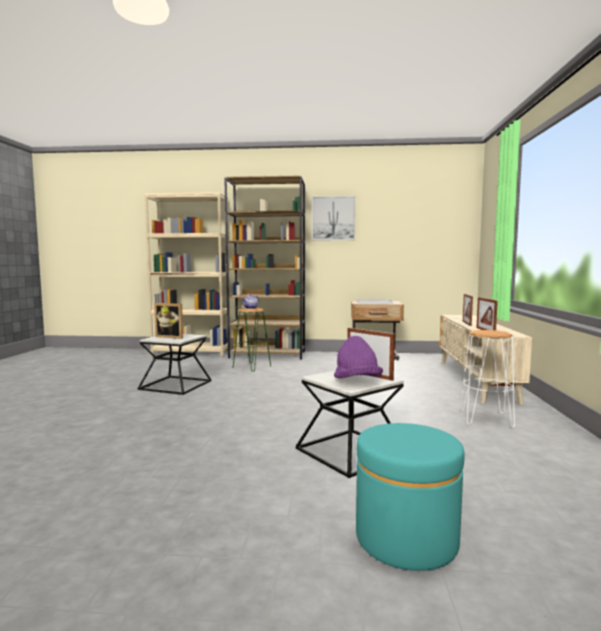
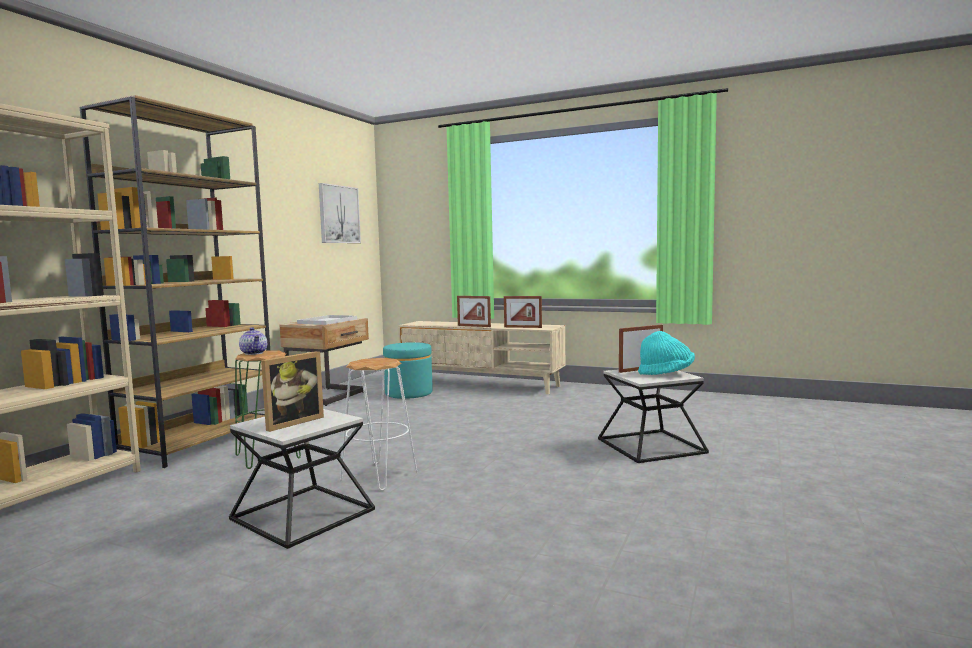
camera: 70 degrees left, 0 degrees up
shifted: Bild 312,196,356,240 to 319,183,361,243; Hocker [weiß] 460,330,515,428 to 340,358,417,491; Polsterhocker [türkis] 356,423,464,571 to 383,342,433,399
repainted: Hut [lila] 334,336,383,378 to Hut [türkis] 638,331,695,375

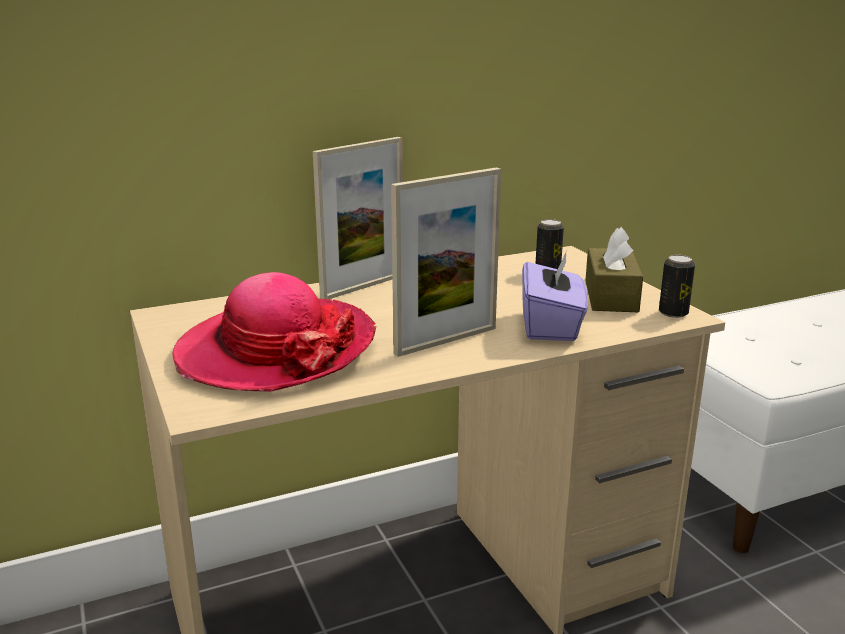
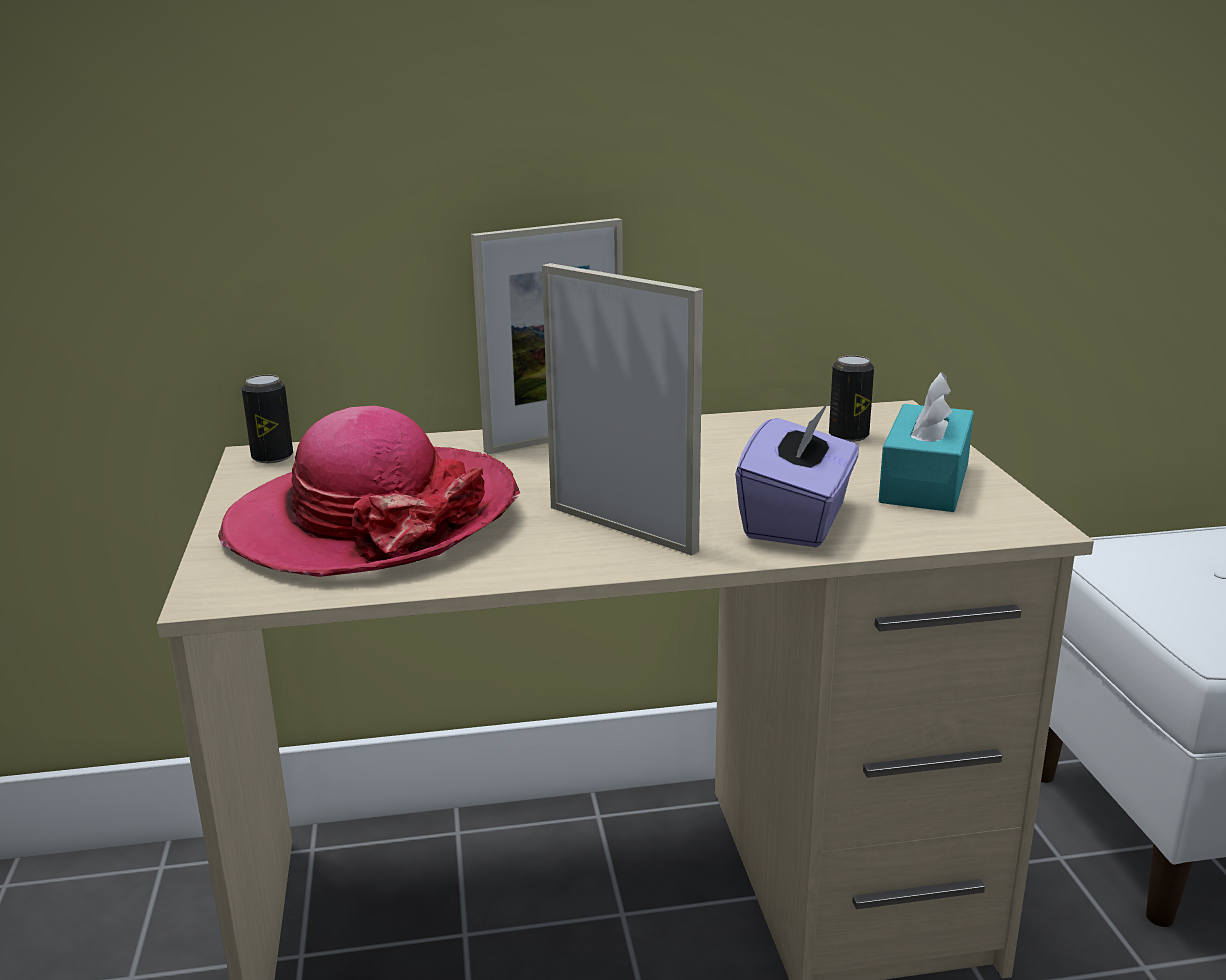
camera: 15 degrees right, 0 degrees up
shifted: Dose 659,255,695,318 to 242,375,293,463
repainted: Taschentuchbox [braun] 585,227,643,312 to Taschentuchbox [türkis] 879,372,974,512
rotated: Bilderrahmen 391,167,501,357 = 542,263,703,556 120 degrees counterclockwise

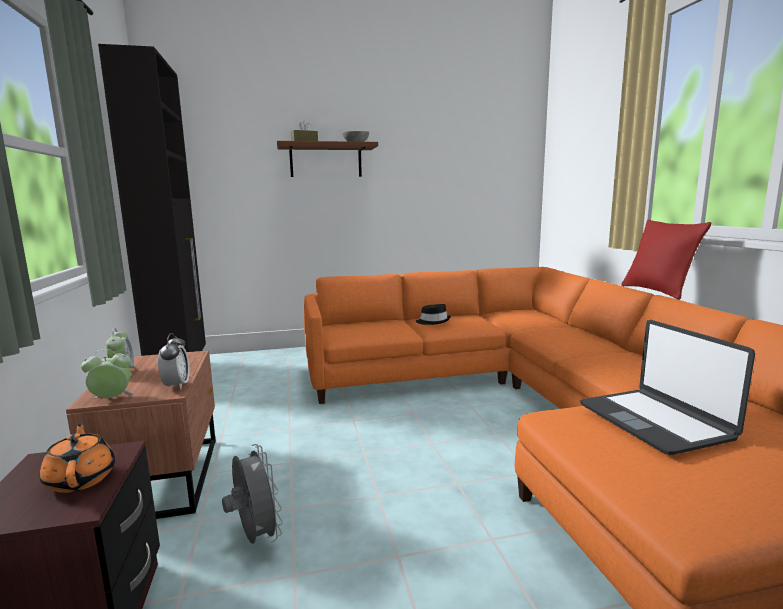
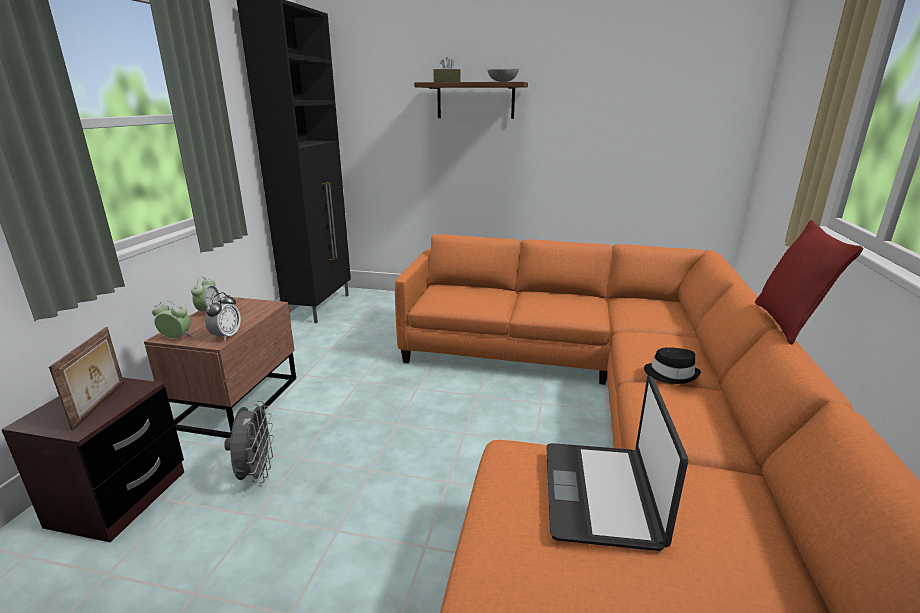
camera: 25 degrees right, 10 degrees up
shifted: Hut [schwarz] 416,304,451,325 to 644,347,701,384
swapped: Teekanne [orange] 40,423,115,493 to Bilderrahmen 49,327,124,430

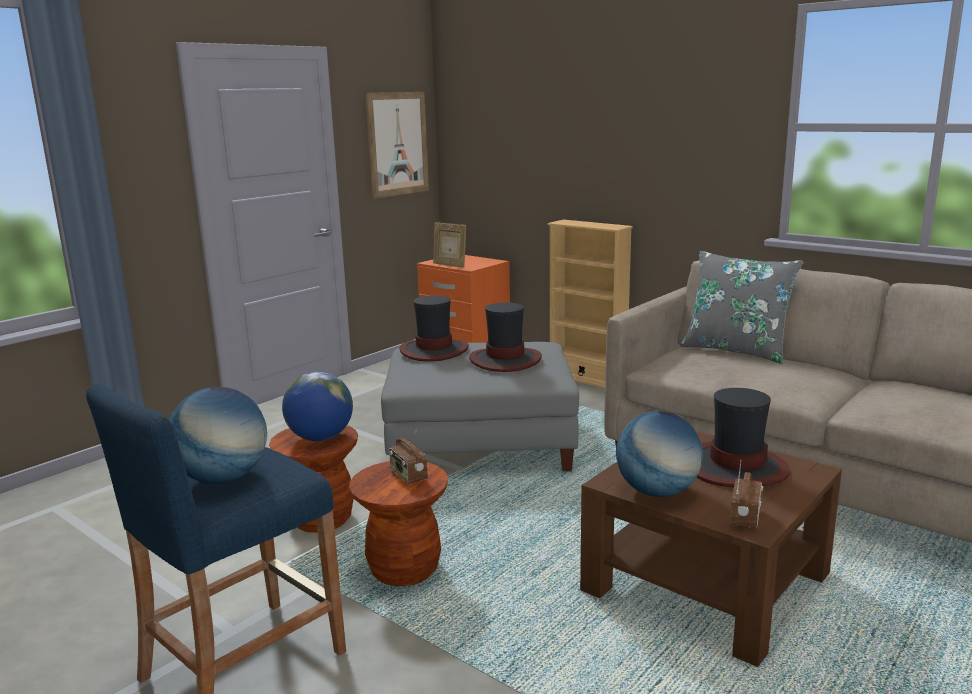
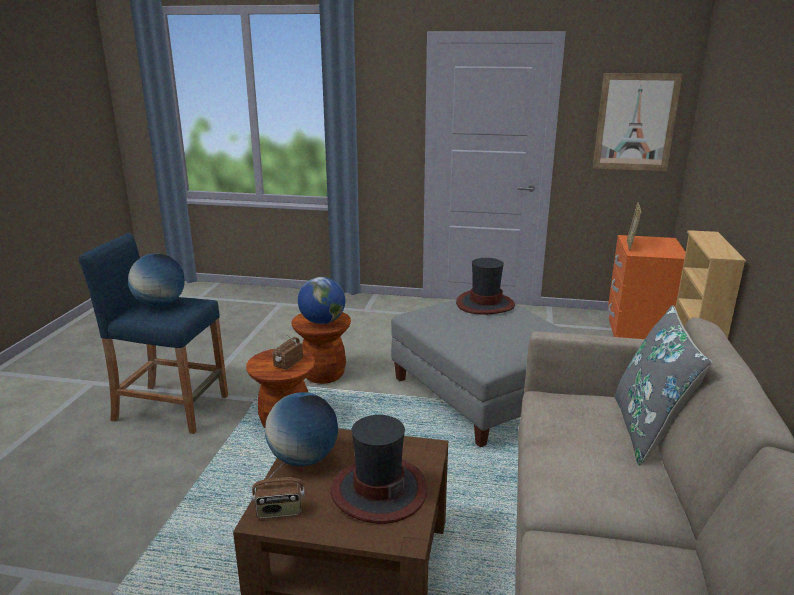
camera: 60 degrees right, 5 degrees up
gone: Hut 469,302,542,372

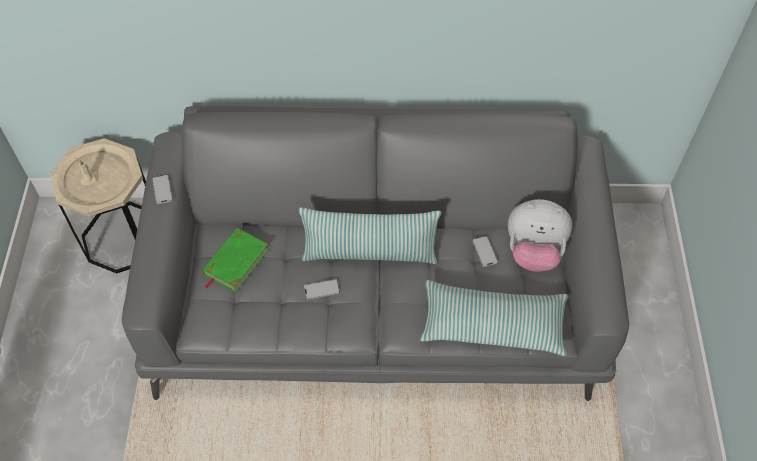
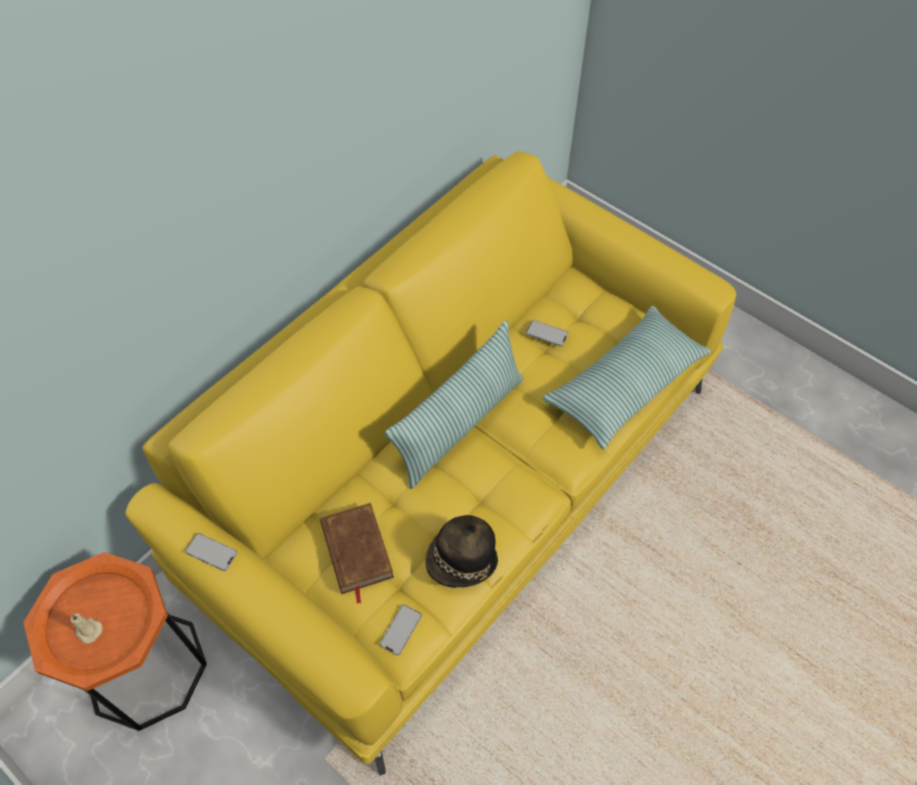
camera: 50 degrees left, 0 degrees up
gone: Plüschtier 508,199,572,272
new: Hut 426,515,498,588
shifted: Handy 304,279,340,300 to 380,604,422,655
repainted: Sofa [grau] 122,106,629,401 to Sofa [gelb] 125,151,736,775; Beistelltisch [beige] 50,138,146,273 to Beistelltisch [orange] 23,552,207,731; Buch [grün] 202,228,269,293 to Buch [braun] 320,503,394,604

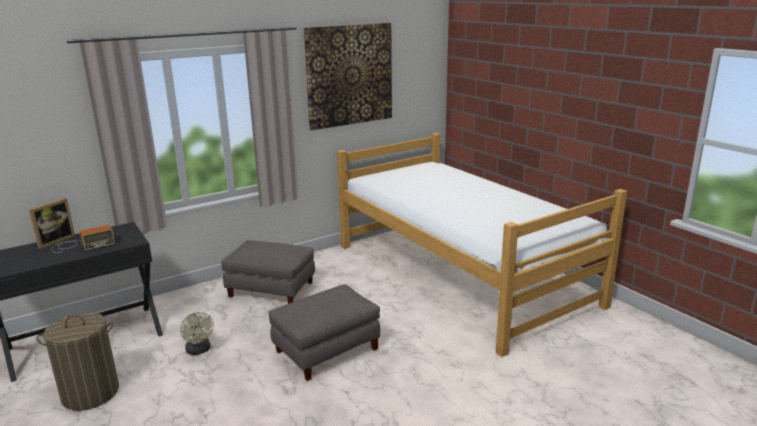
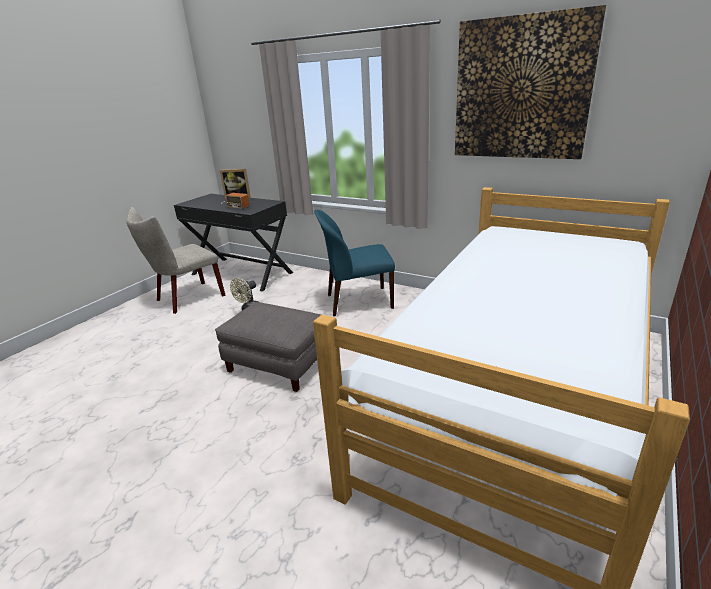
camera: 65 degrees right, 5 degrees up
swapped: Polsterhocker [grau] 221,240,315,304 to Stuhl [blau] 314,210,395,316; Wäschekorb 37,312,119,411 to Stuhl [beige] 126,207,226,314

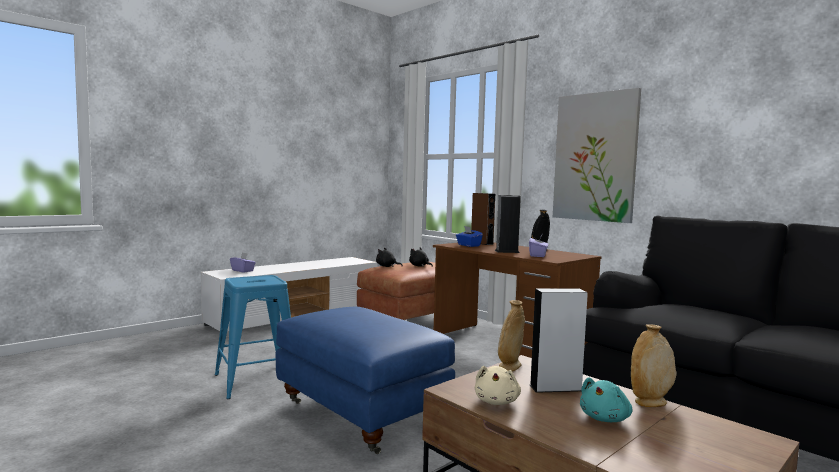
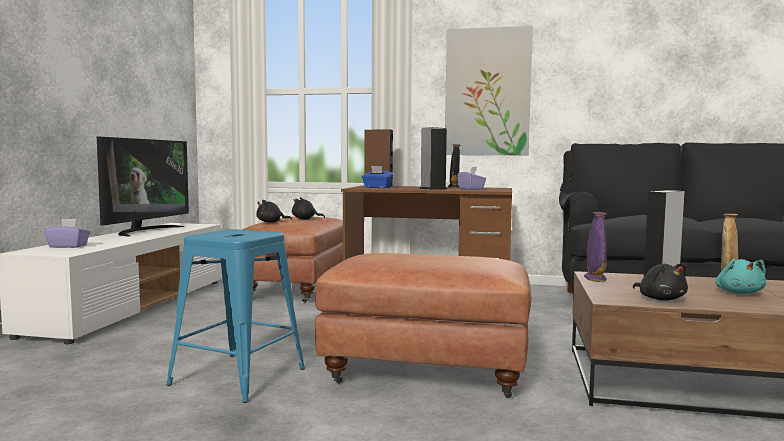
camera: 35 degrees left, 0 degrees up
new: Fernseher 97,137,189,237
repainted: Vase [beige] 498,300,525,371 to Vase [lila] 584,212,607,282; Polsterhocker [blau] 276,307,455,454 to Polsterhocker [braun] 315,253,532,398; Plüschtier [beige] 475,366,521,405 to Plüschtier [schwarz] 633,263,688,301

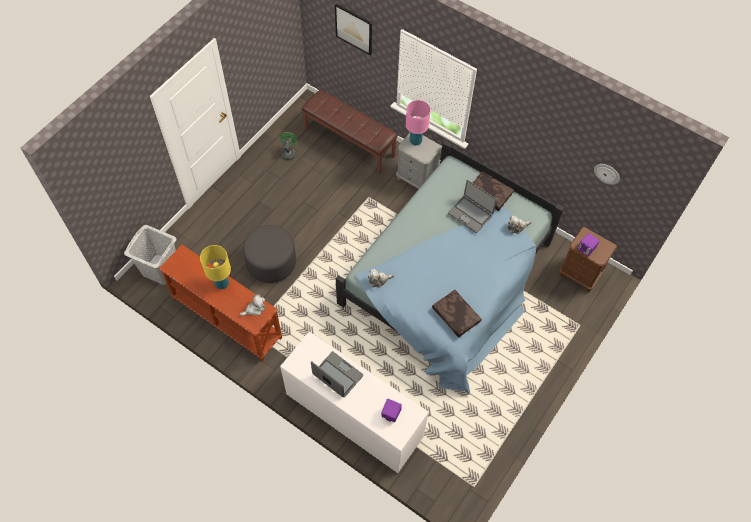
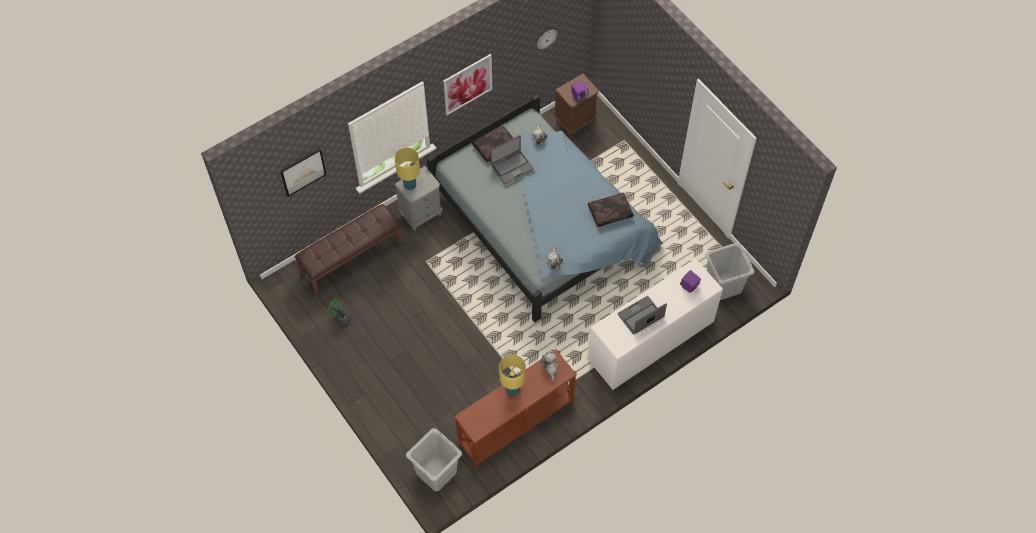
camera: 70 degrees left, 0 degrees up
gone: Polsterhocker [grau] 243,225,296,283
new: Bild 443,54,492,115; Wäschekorb [grau] 705,242,754,300
repainted: Tischlampe [rosa] 406,100,431,145 to Tischlampe [gelb] 394,147,420,190

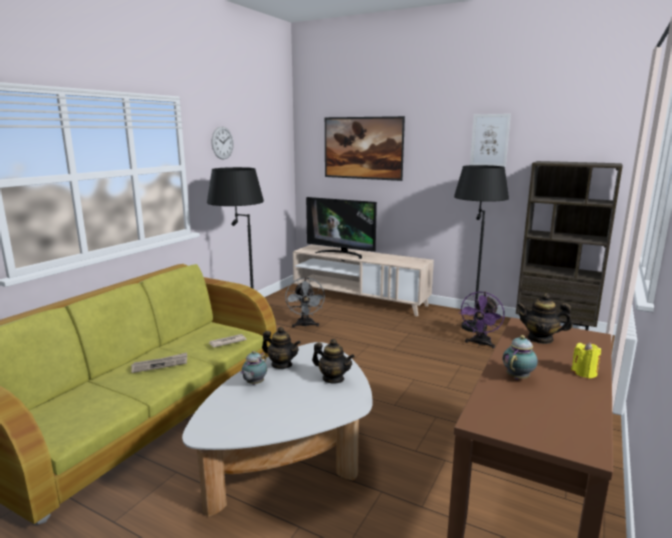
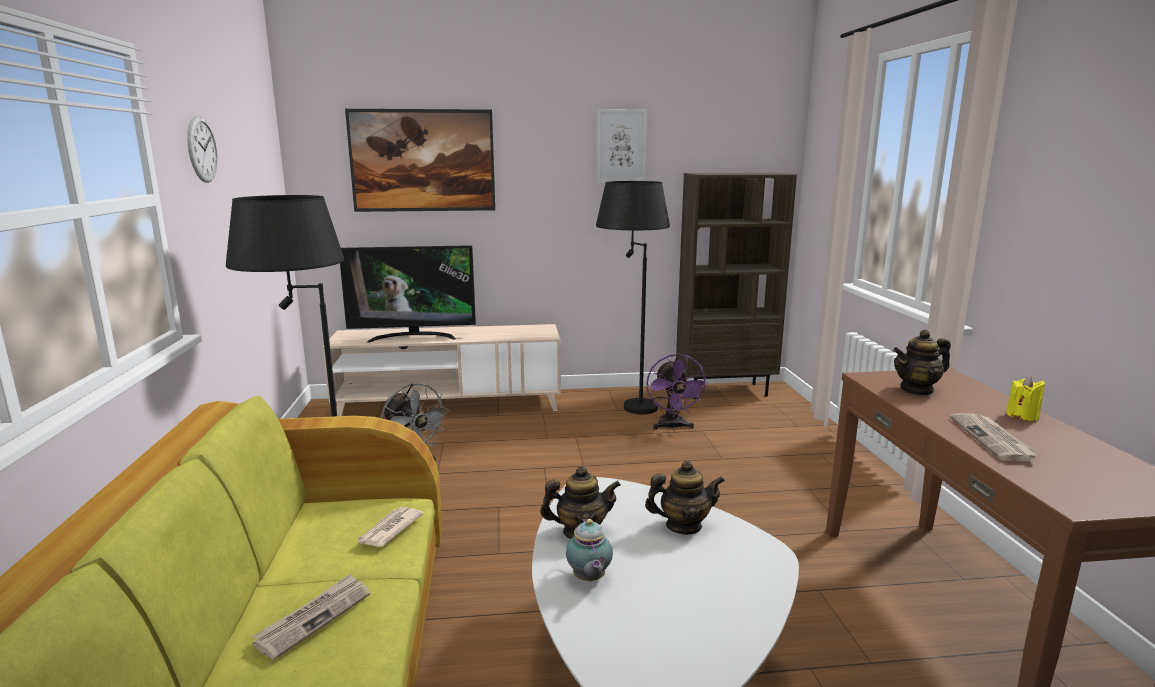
camera: 35 degrees left, 0 degrees up
swapped: Teekanne 503,335,538,379 to Zeitung 950,413,1041,461

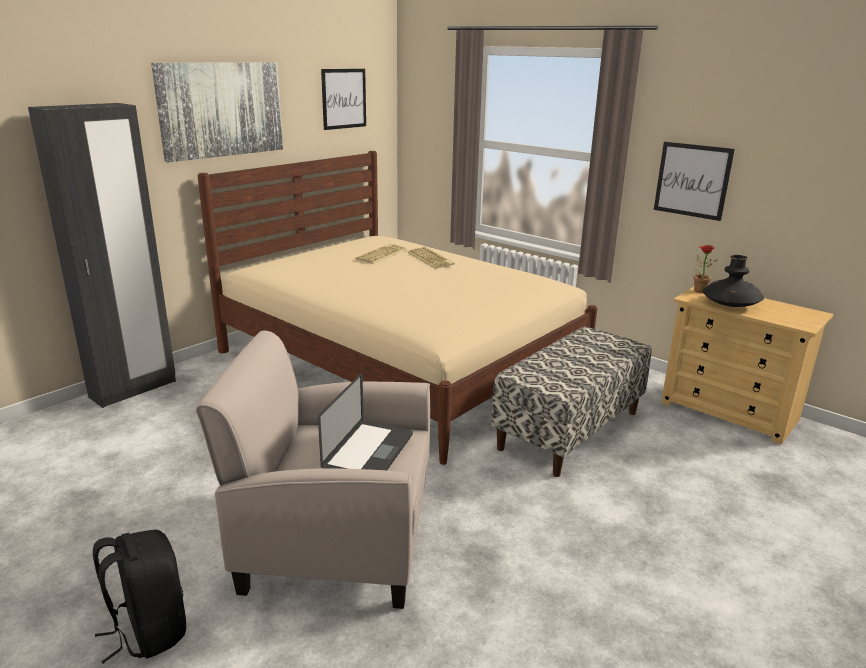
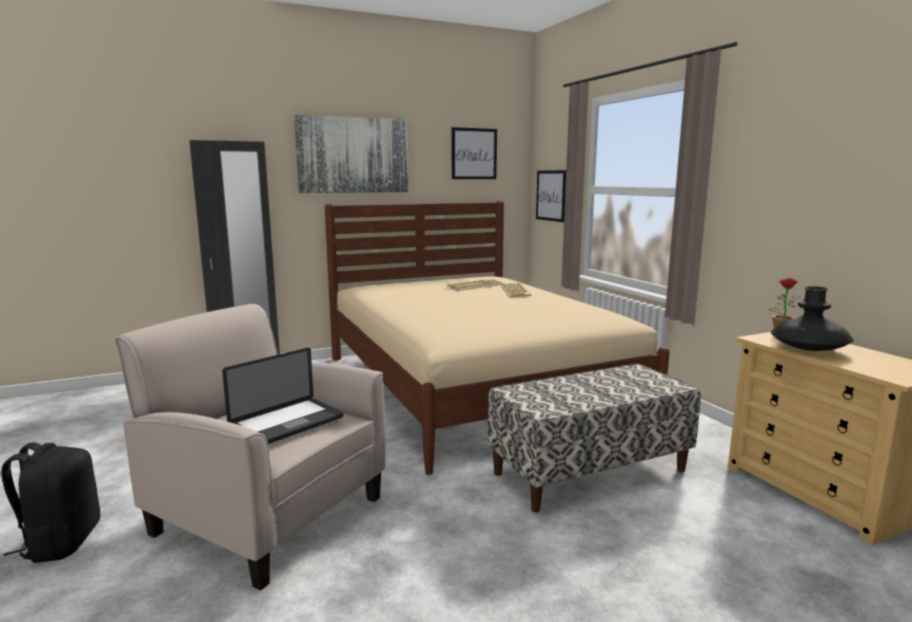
camera: 25 degrees right, 10 degrees down
shifted: Bild 654,142,735,221 to 536,170,566,222

